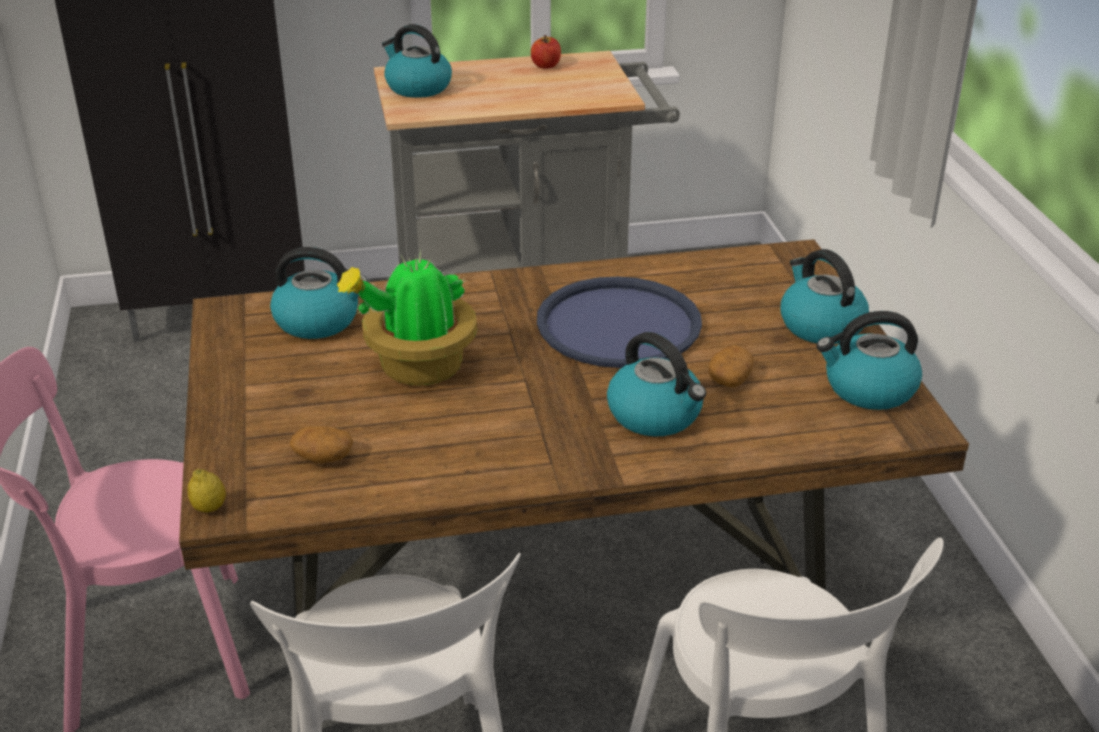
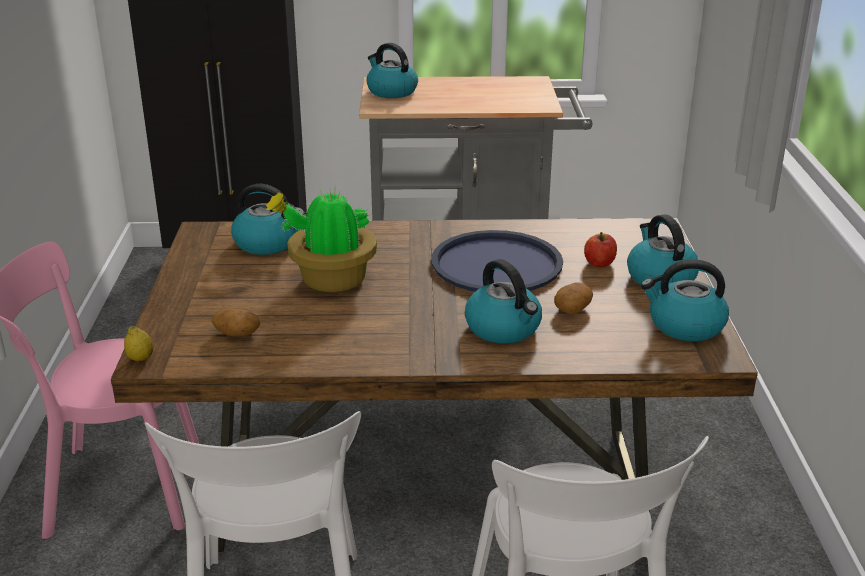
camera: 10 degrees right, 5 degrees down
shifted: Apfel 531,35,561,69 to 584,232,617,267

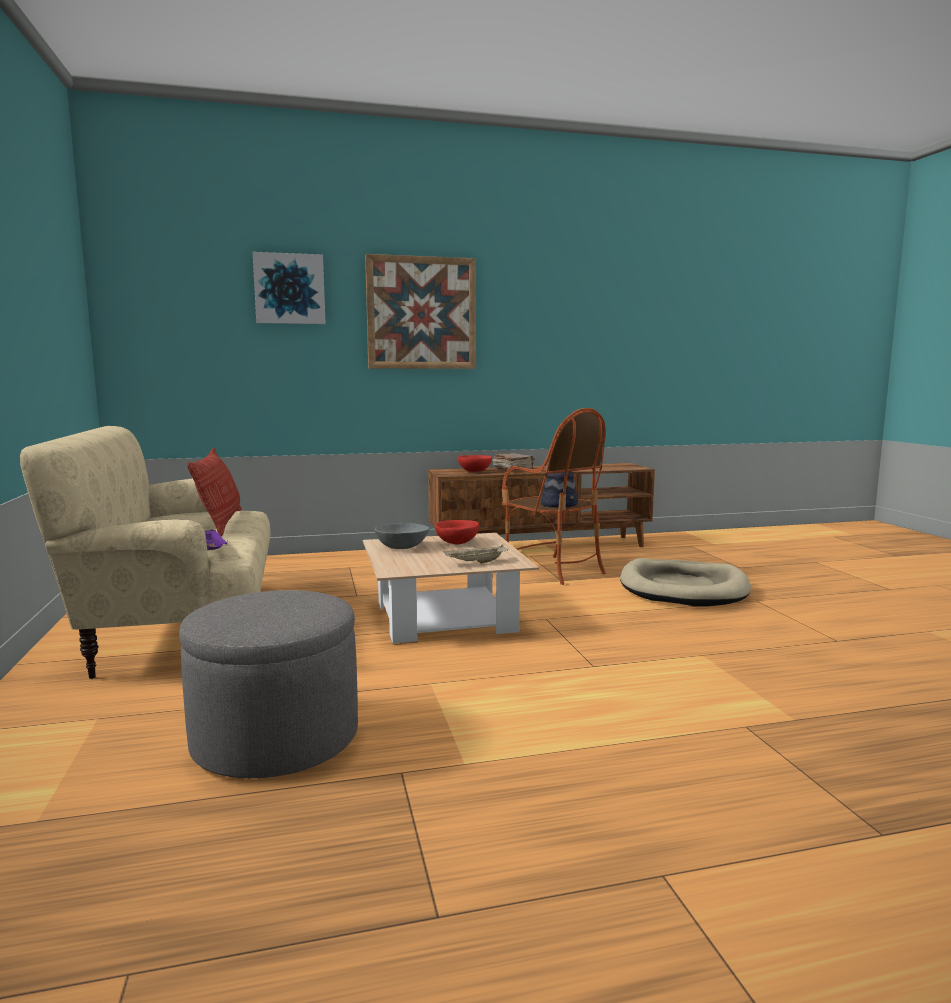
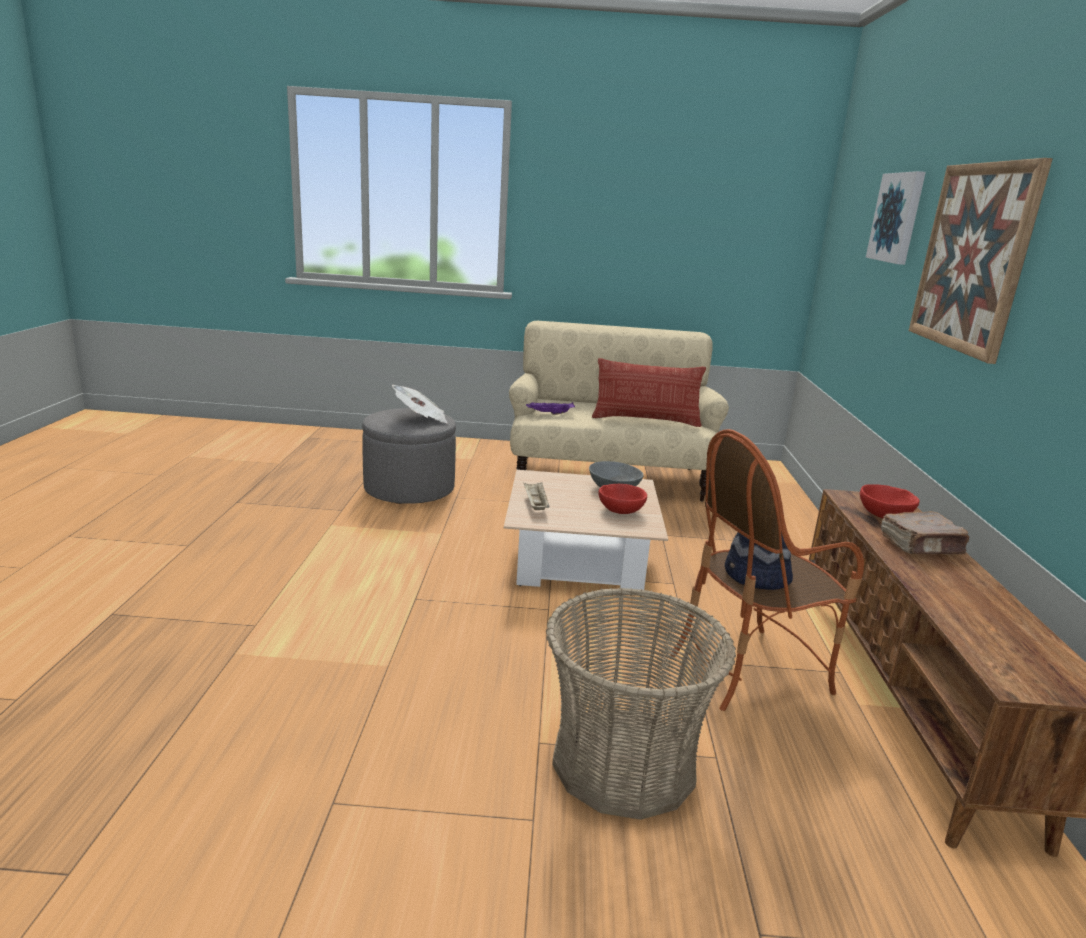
camera: 105 degrees right, 10 degrees up
new: Zeitung 392,385,447,423
swapped: Hundebett [beige] 620,558,751,607 to Korb 546,588,736,820

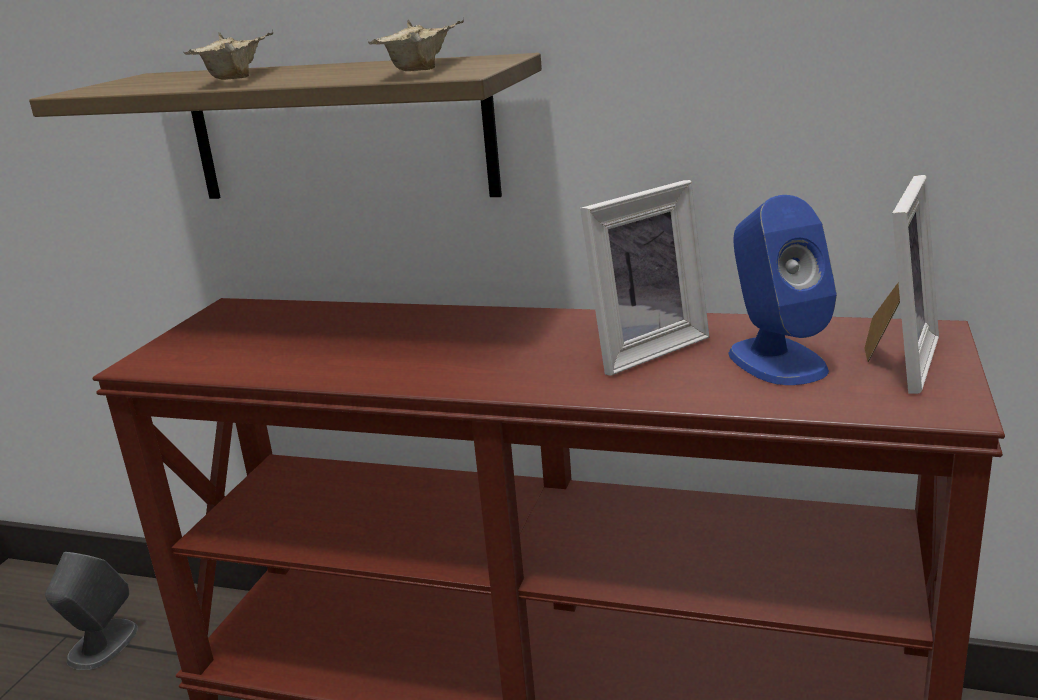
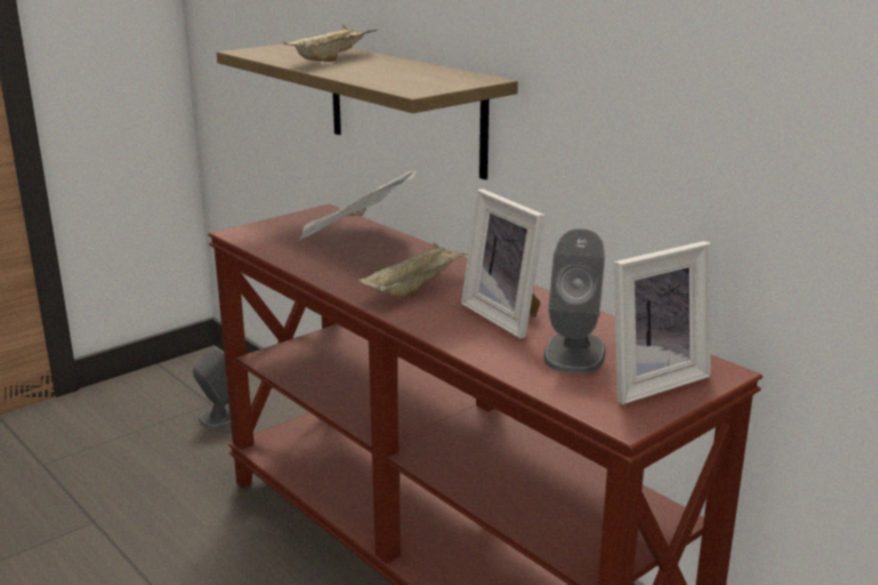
camera: 30 degrees right, 0 degrees up
new: Zeitung 296,171,416,242
shifted: Tablett [beige] 368,18,464,71 to 358,243,468,298
repainted: Lautsprecher [blau] 728,195,837,385 to Lautsprecher [grau] 544,228,606,374
rotated: Bilderrahmen 580,180,709,376 = 461,189,545,339 60 degrees clockwise

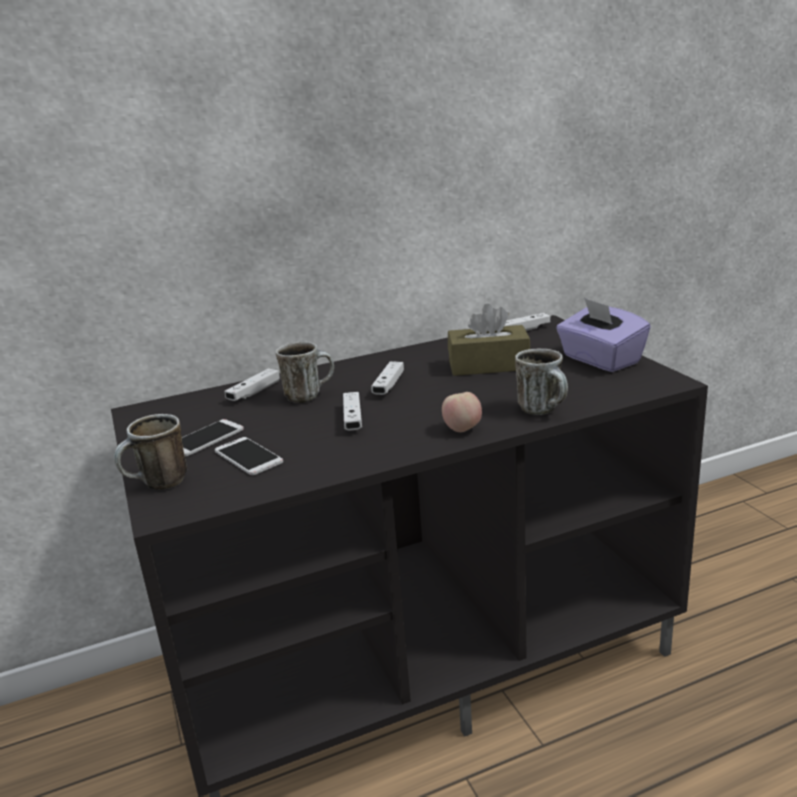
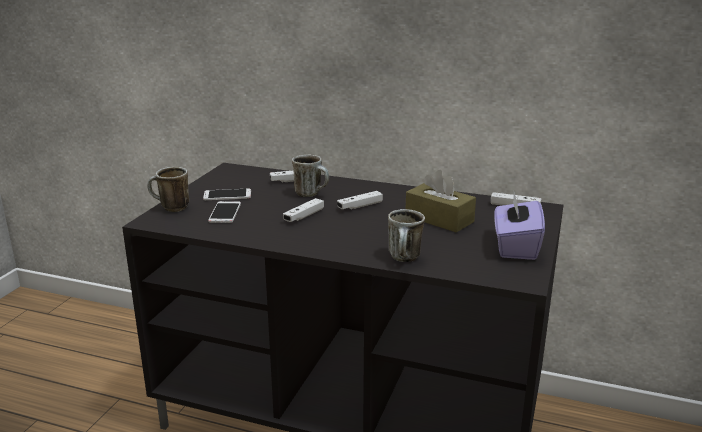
camera: 40 degrees right, 0 degrees up
gone: Apfel 442,392,482,432

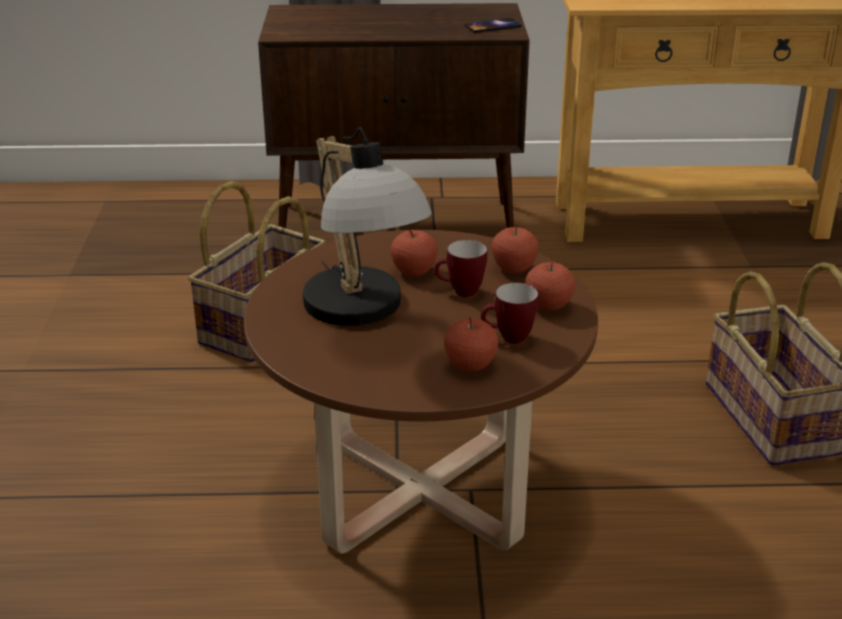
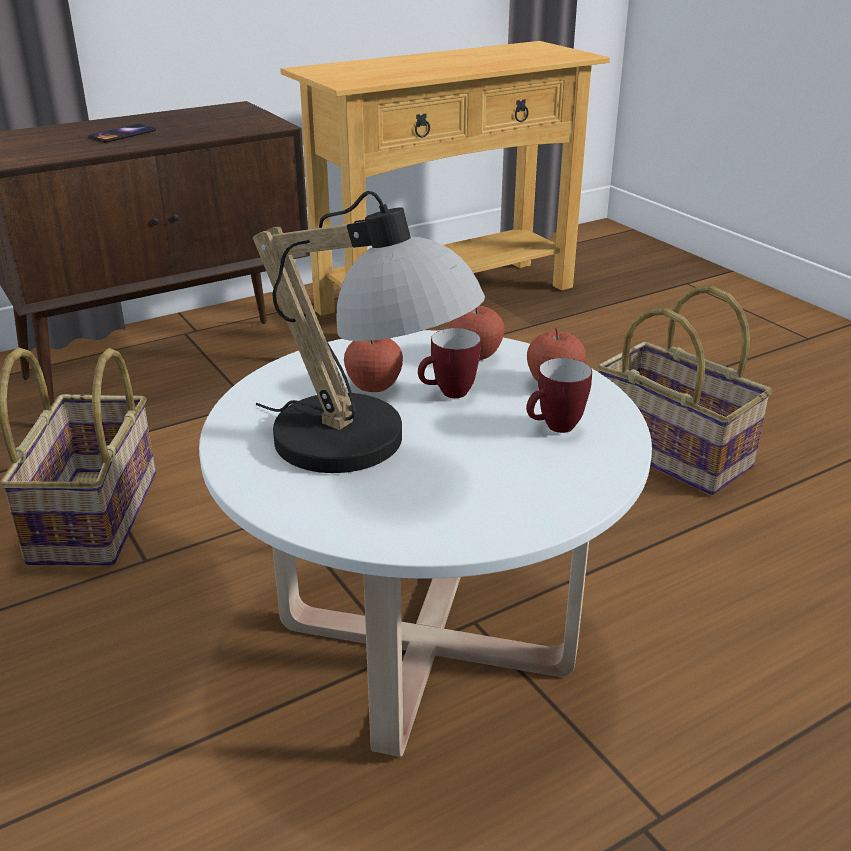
camera: 30 degrees left, 0 degrees up
gone: Apfel 444,317,498,372
shifted: Handy 464,18,522,33 to 88,124,156,143
repainted: Couchtisch [braun] 244,230,598,553 to Couchtisch [weiß] 199,330,652,757

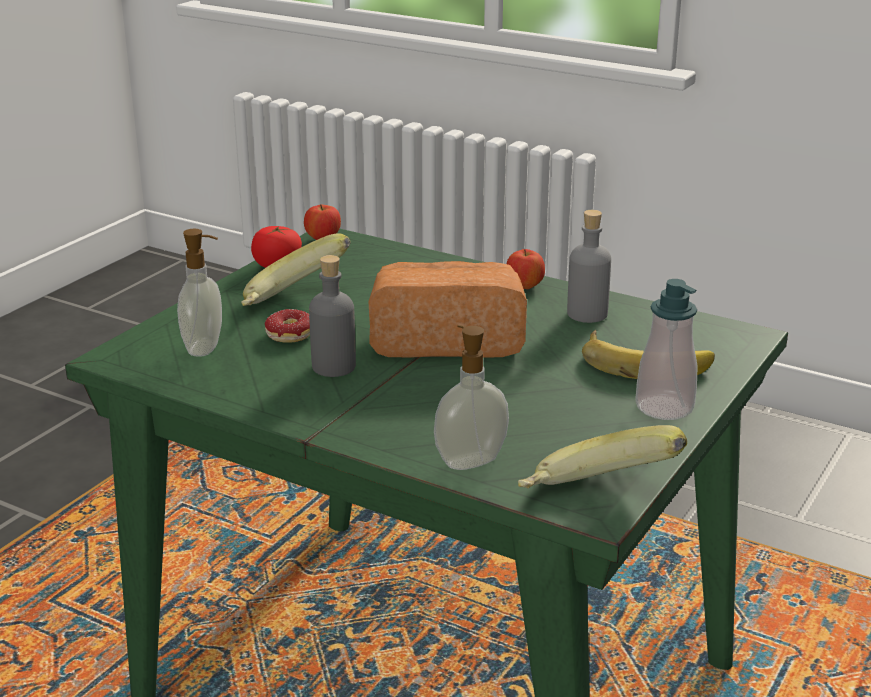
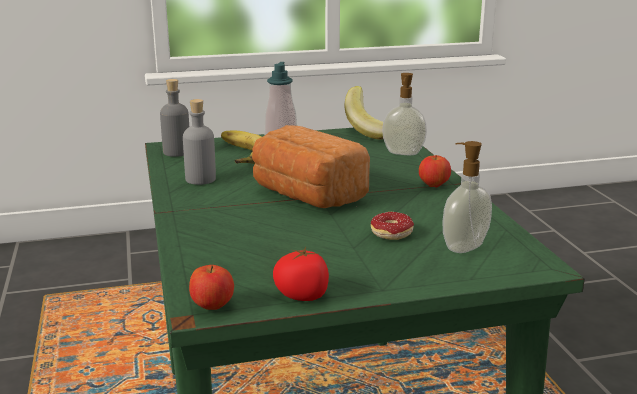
camera: 135 degrees left, 5 degrees down
gone: Banane 241,233,351,306
shifted: Apfel 507,249,545,289 to 419,155,451,187; Flasche [grau] 309,255,356,377 to 160,79,189,157

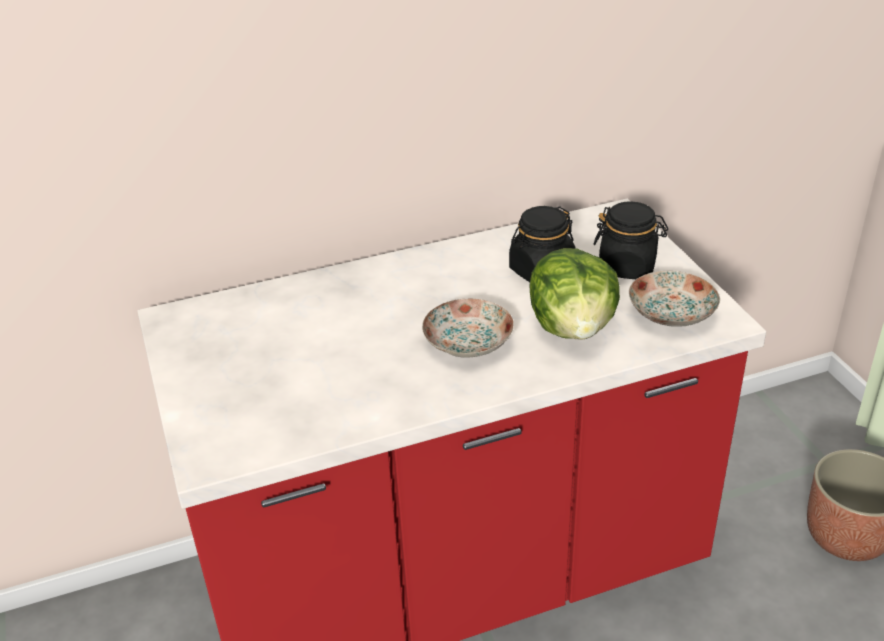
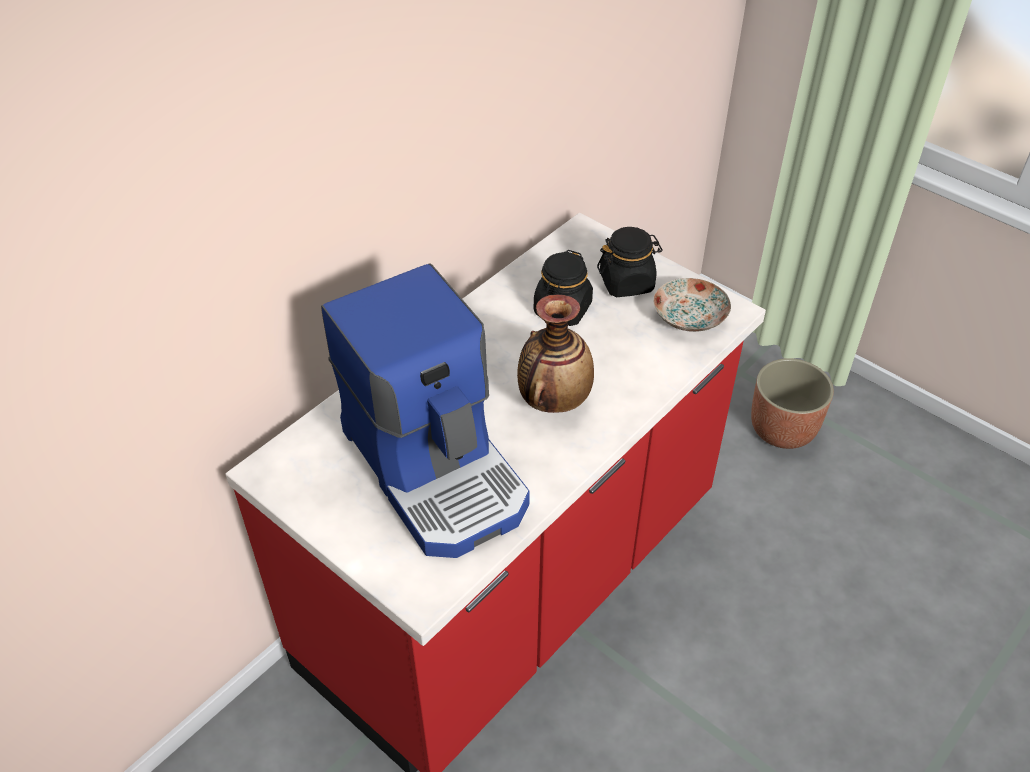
camera: 30 degrees left, 10 degrees up
gone: Salatkopf 530,248,620,339
new: Kaffeemaschine 321,263,530,558
swapped: Teller 422,299,514,358 to Vase 517,295,594,413

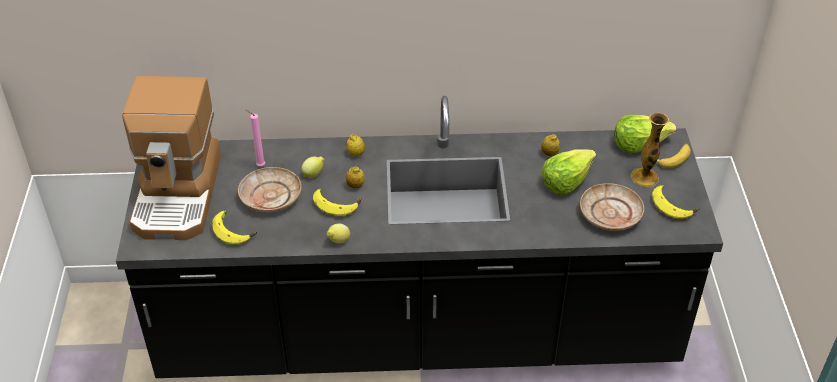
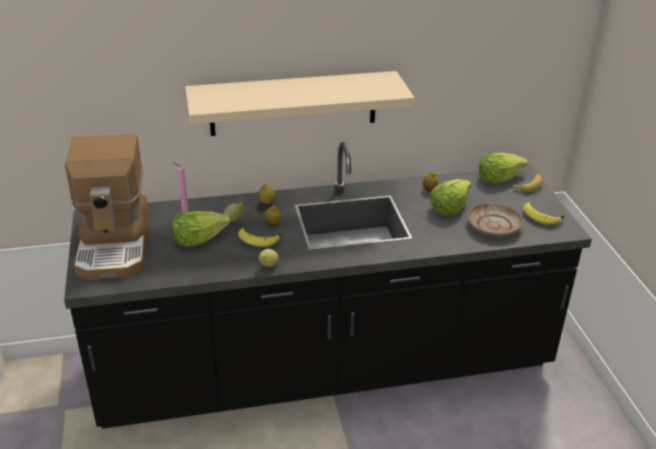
camera: 10 degrees left, 10 degrees down
gone: Vase 631,112,669,187; Banane 212,211,257,244
new: Wandregal [beige] 185,71,415,136
swapped: Teller [beige] 238,167,302,213 to Salatkopf 172,211,230,248

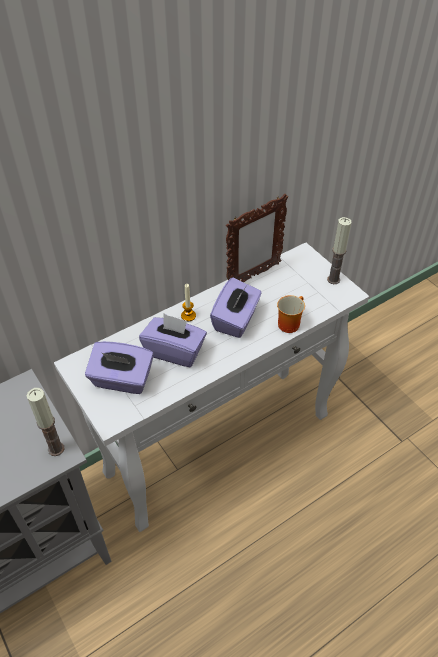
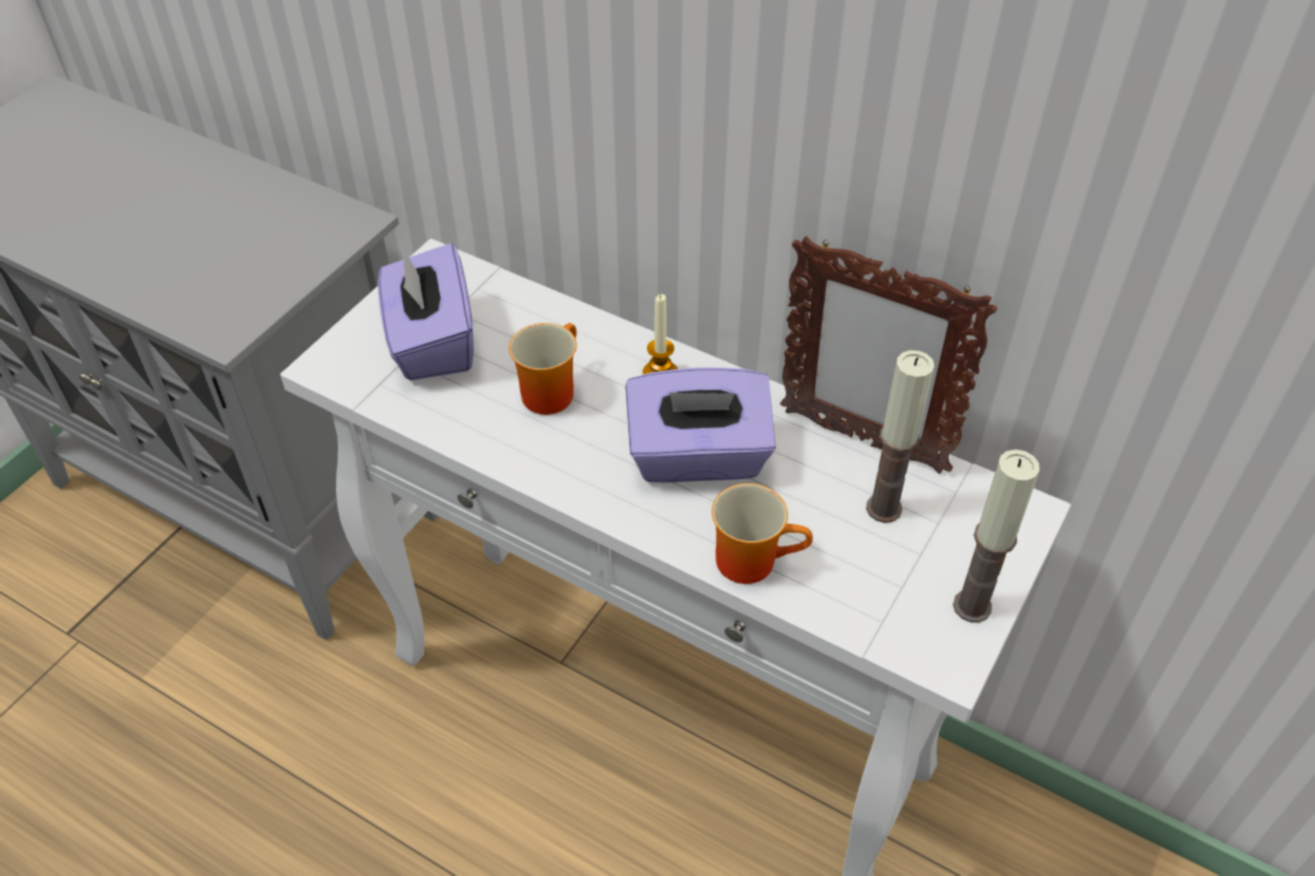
camera: 65 degrees right, 0 degrees up
shifted: Kerze 27,388,64,456 to 866,350,935,523
swapped: Taschentuchbox [lila] 139,314,207,367 to Henkelbecher 509,323,577,415

